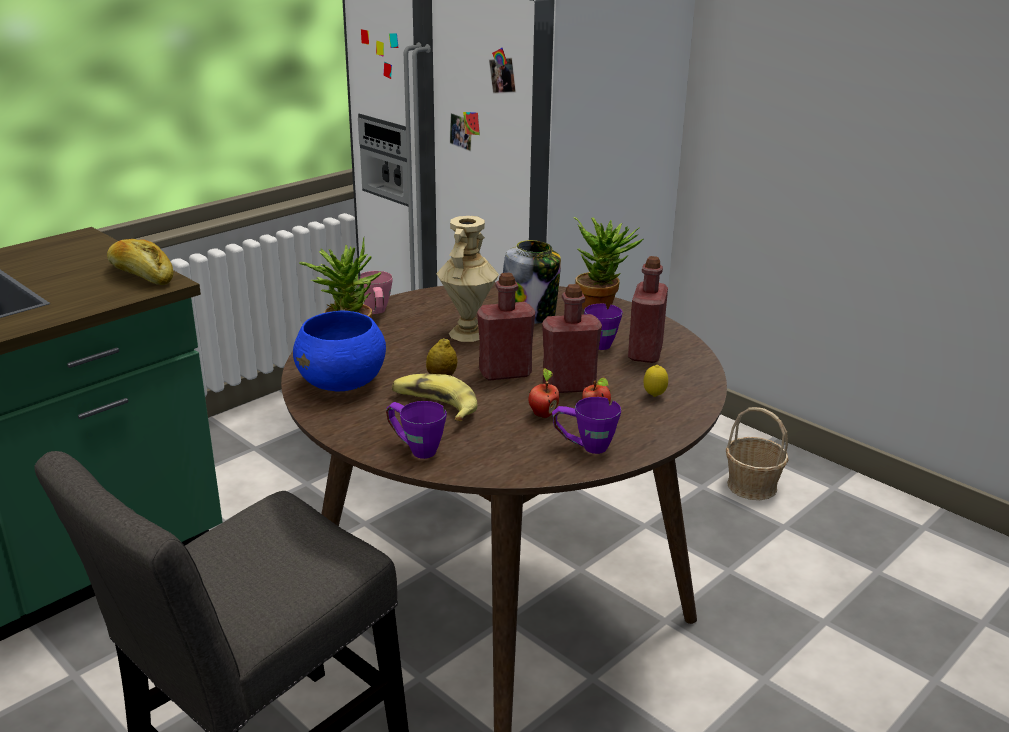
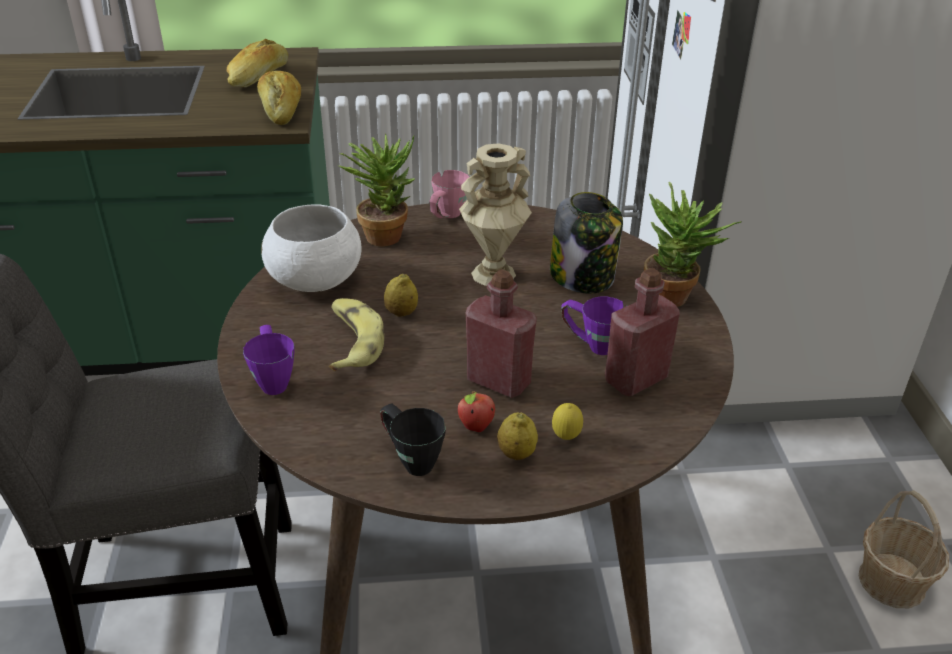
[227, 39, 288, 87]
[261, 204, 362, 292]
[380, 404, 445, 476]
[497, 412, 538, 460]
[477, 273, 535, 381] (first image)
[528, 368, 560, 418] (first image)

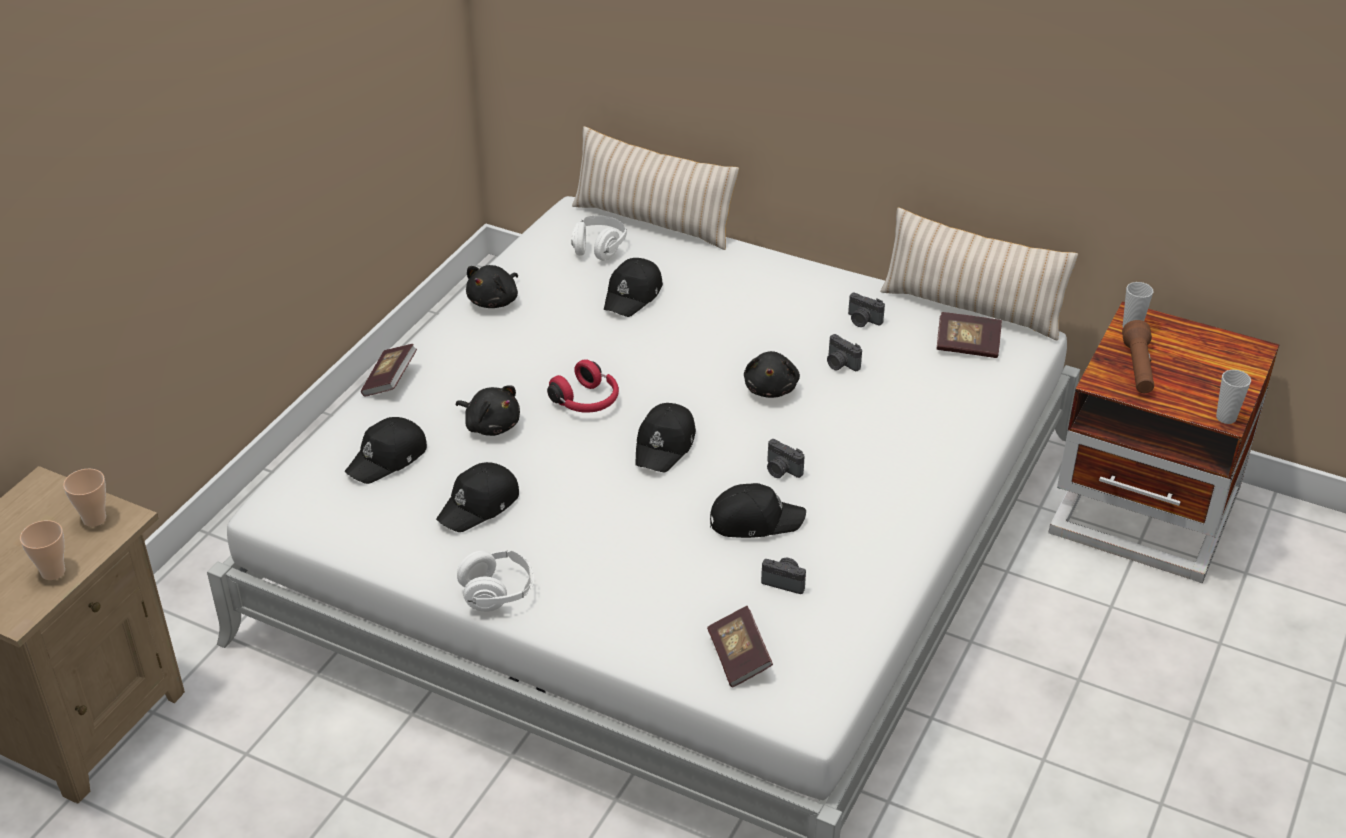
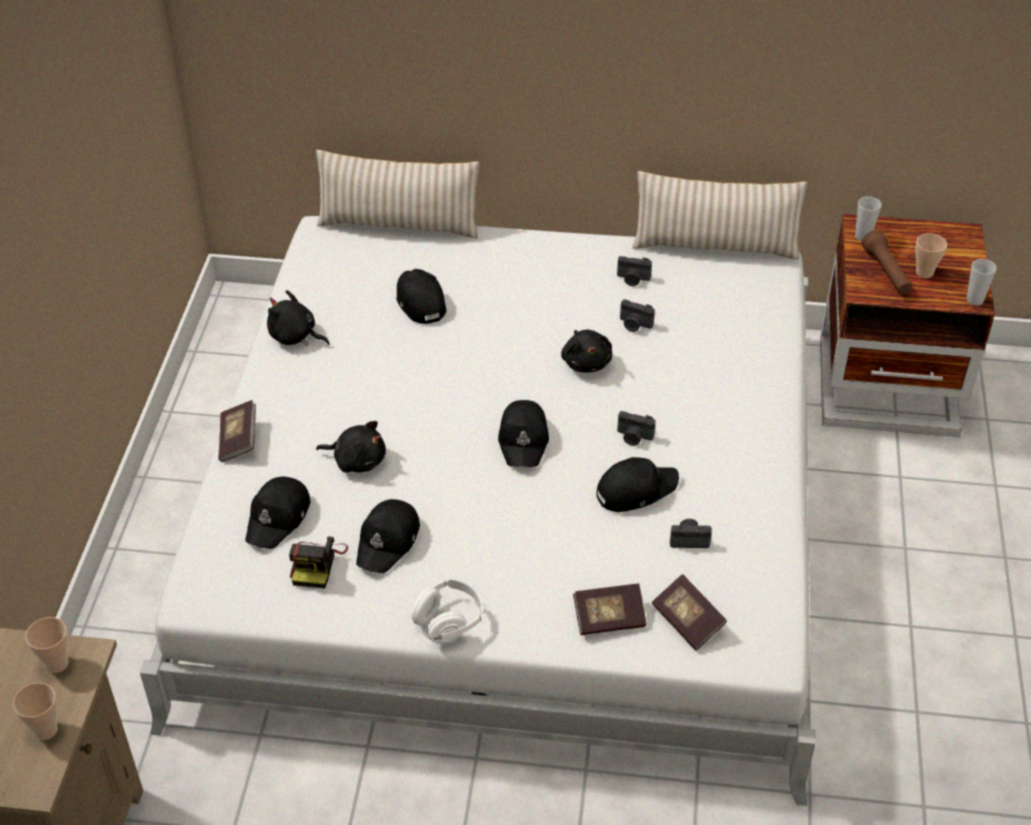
[267, 290, 330, 346]
[289, 536, 348, 589]
[396, 269, 446, 324]
[573, 583, 646, 635]
[916, 233, 947, 278]
[547, 359, 619, 413] (first image)
[571, 215, 627, 261] (first image)

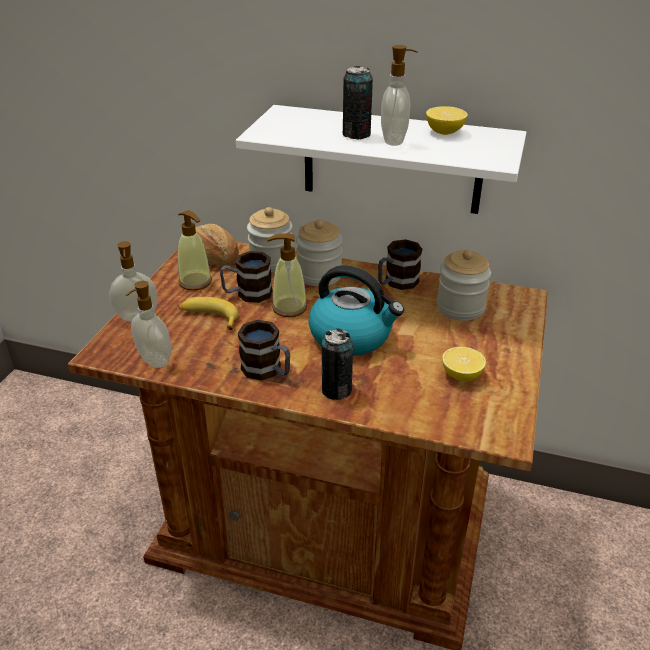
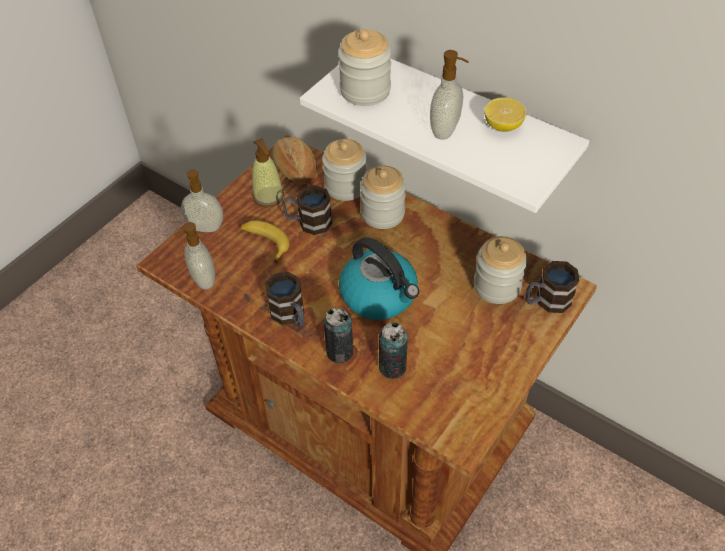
[338, 29, 391, 106]
[379, 322, 408, 379]
[525, 261, 579, 313]
[267, 233, 307, 317] (first image)
[442, 347, 486, 382] (first image)

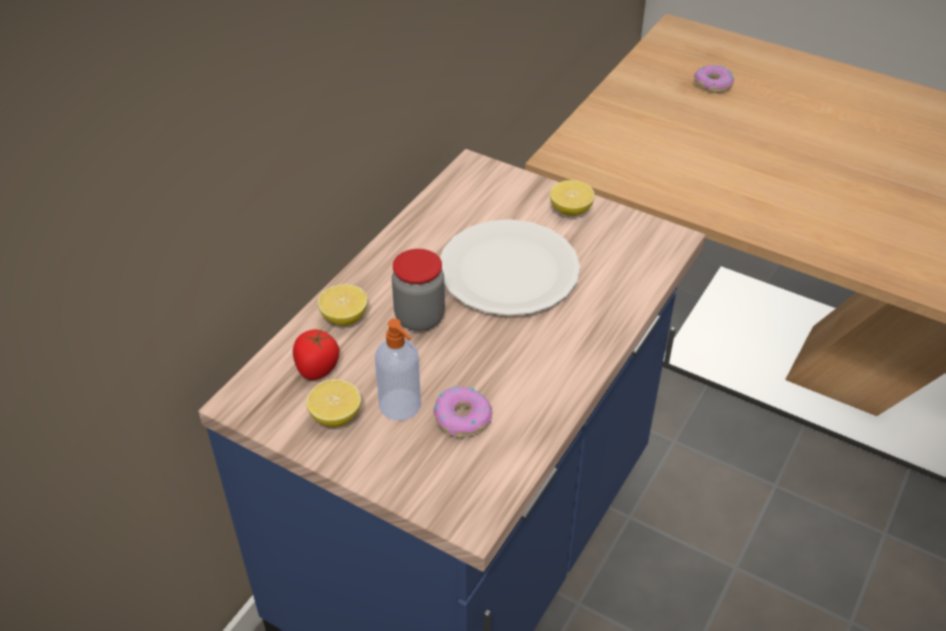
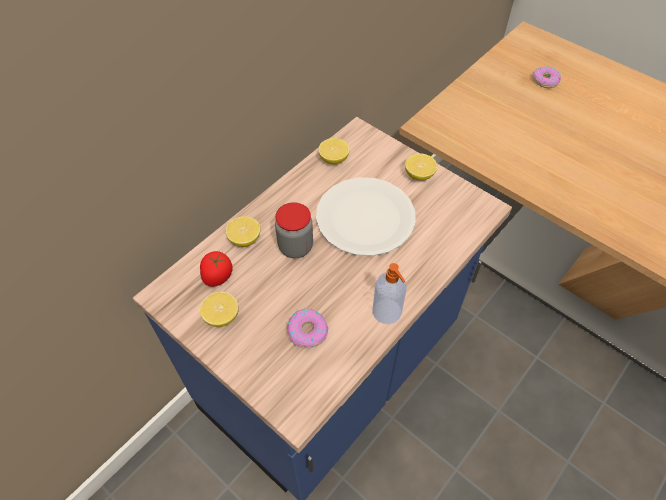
[318, 138, 350, 164]
[372, 263, 407, 324]

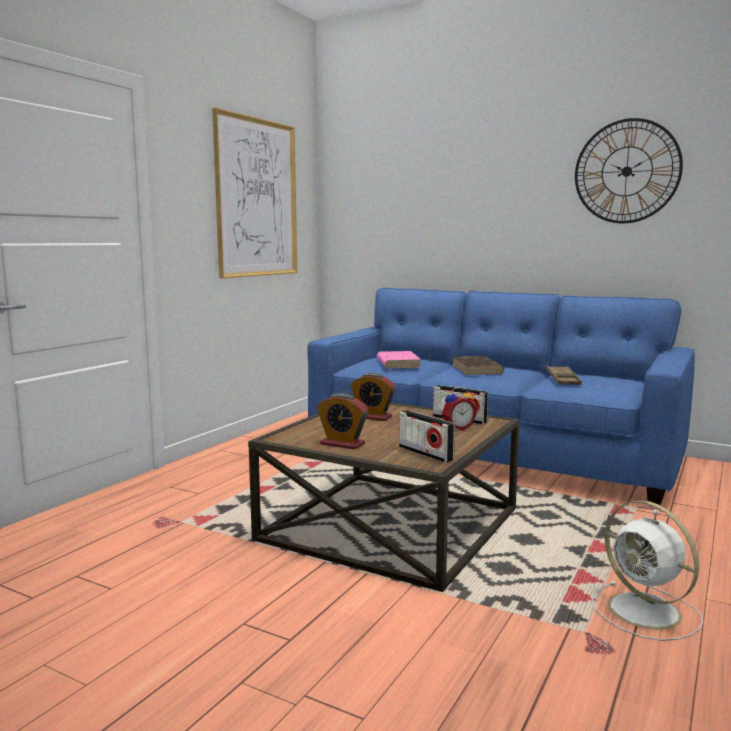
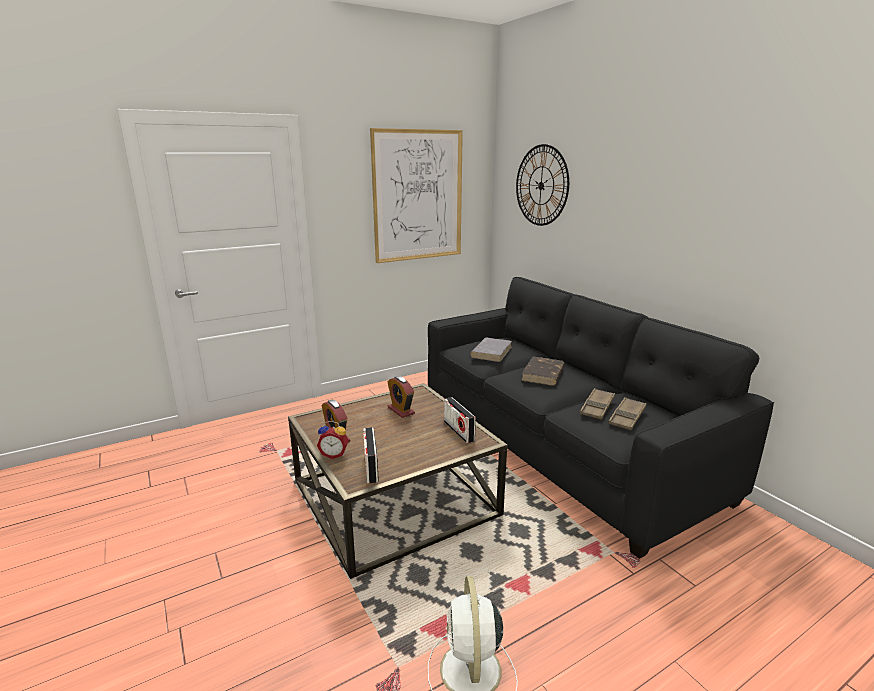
[317, 421, 349, 459]
[428, 277, 774, 559]
[470, 338, 512, 362]
[516, 144, 569, 226]
[608, 397, 647, 430]

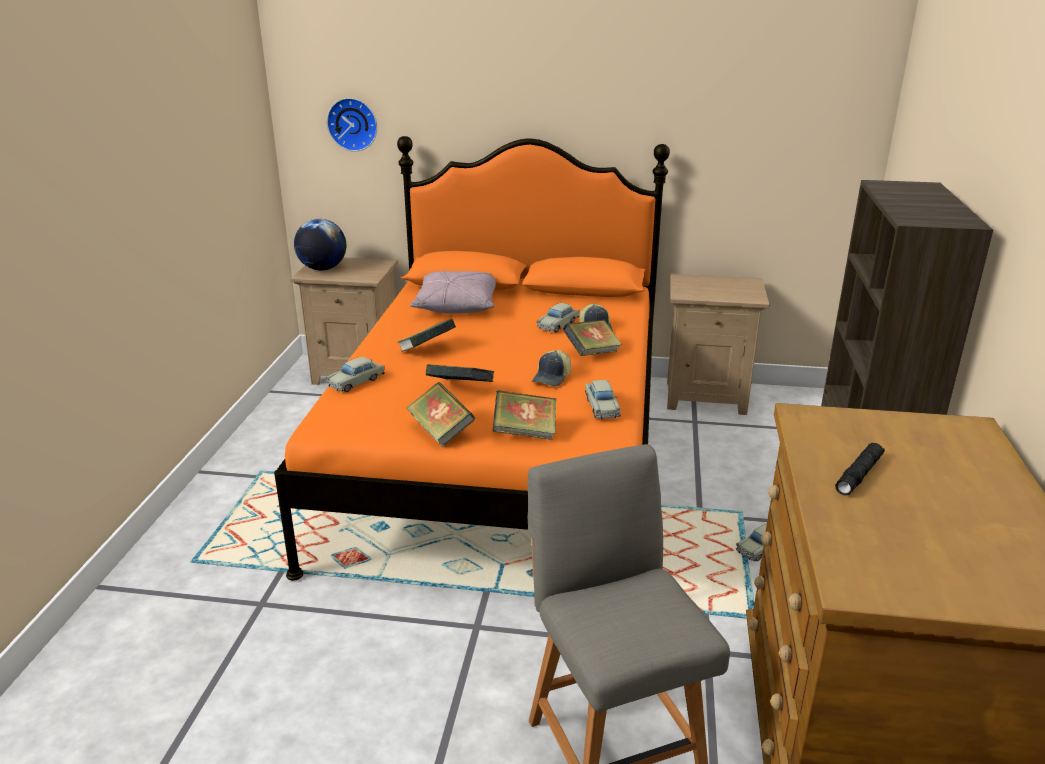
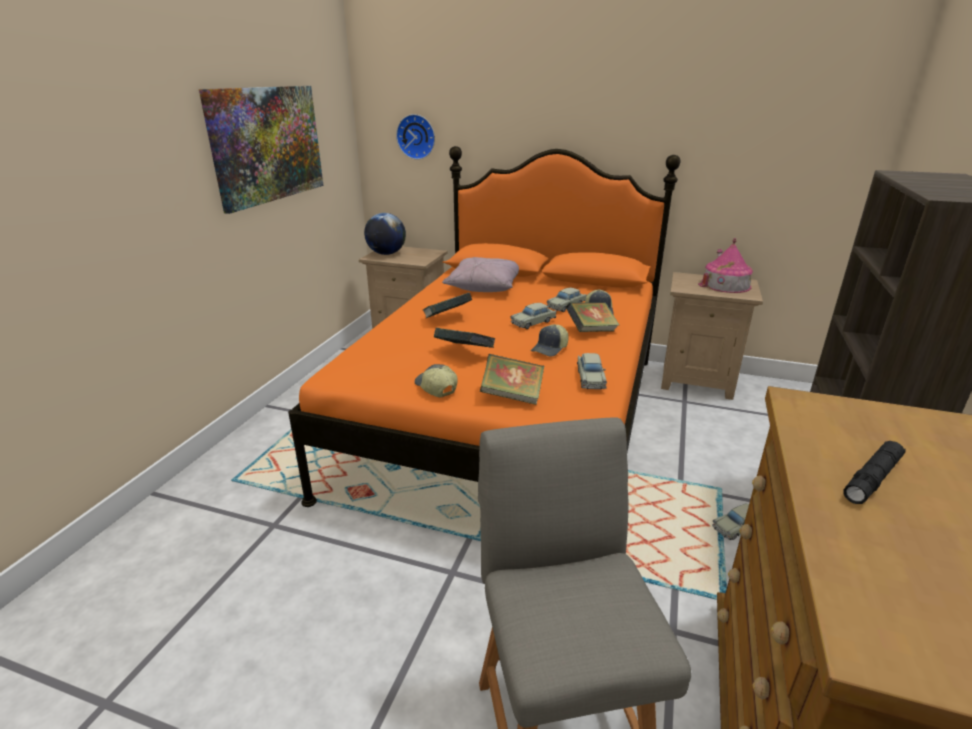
[199, 86, 323, 214]
[415, 364, 458, 397]
[510, 303, 557, 329]
[698, 238, 753, 293]

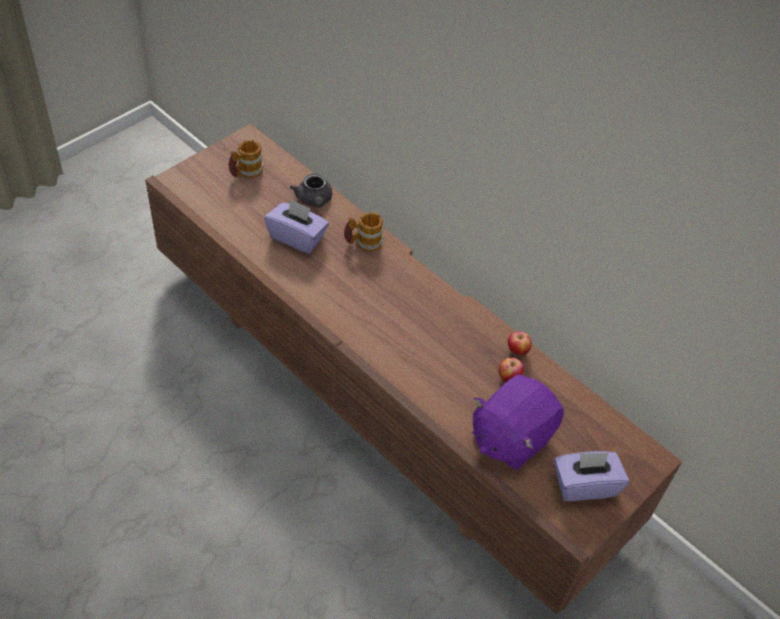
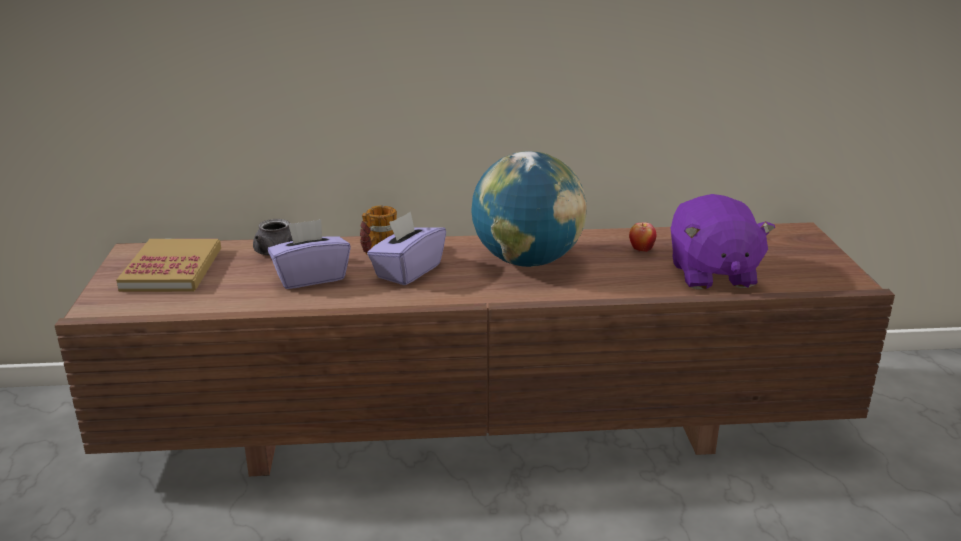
[116, 239, 221, 292]
[367, 212, 446, 285]
[471, 151, 587, 267]
[508, 331, 532, 355] (first image)

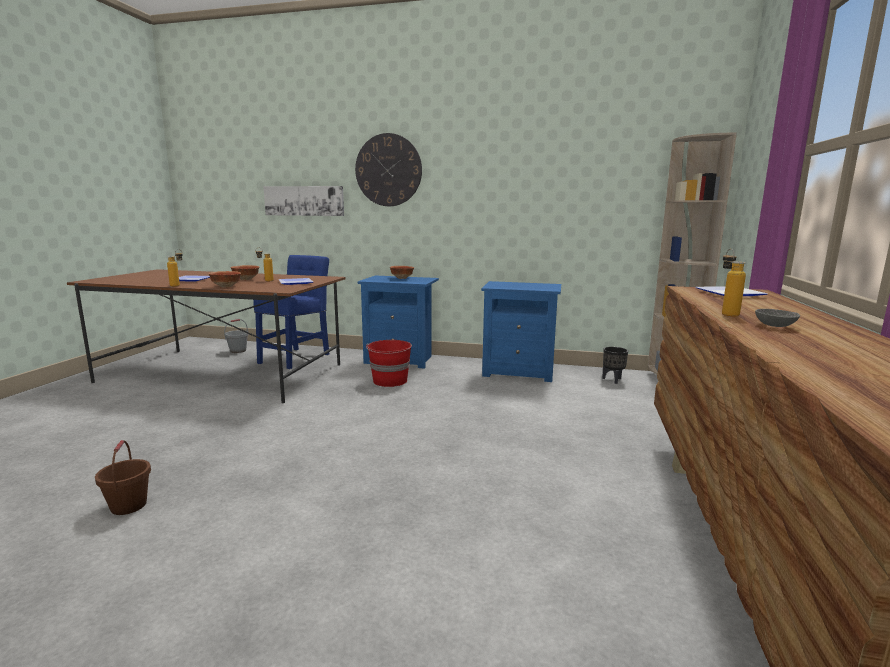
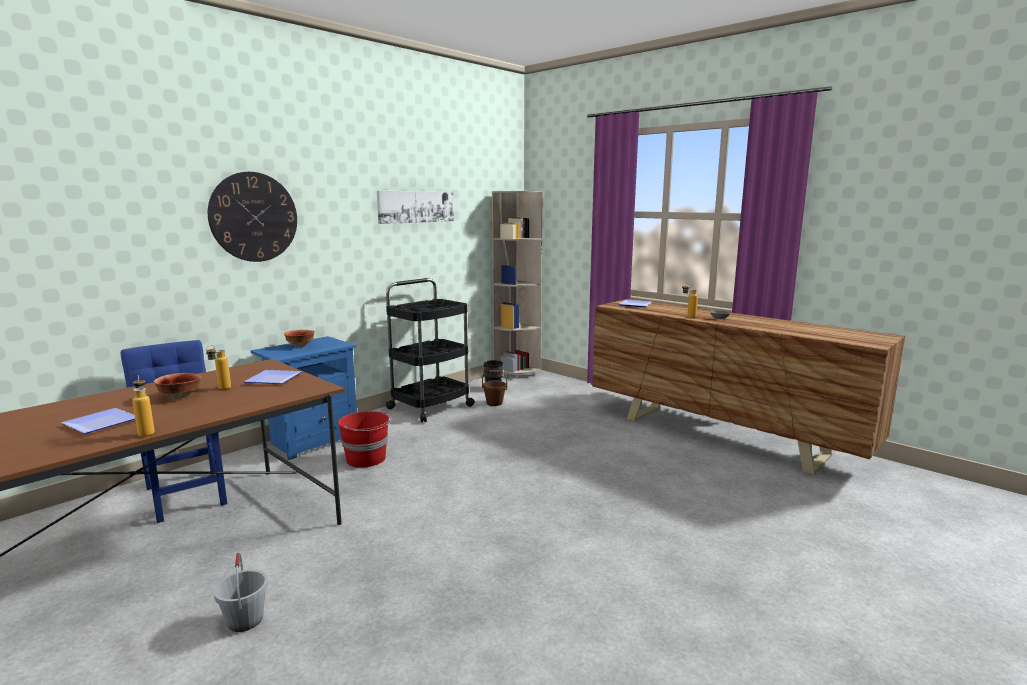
[214, 552, 268, 632]
[377, 191, 454, 224]
[386, 278, 475, 422]
[482, 370, 507, 406]
[208, 271, 241, 288] (first image)

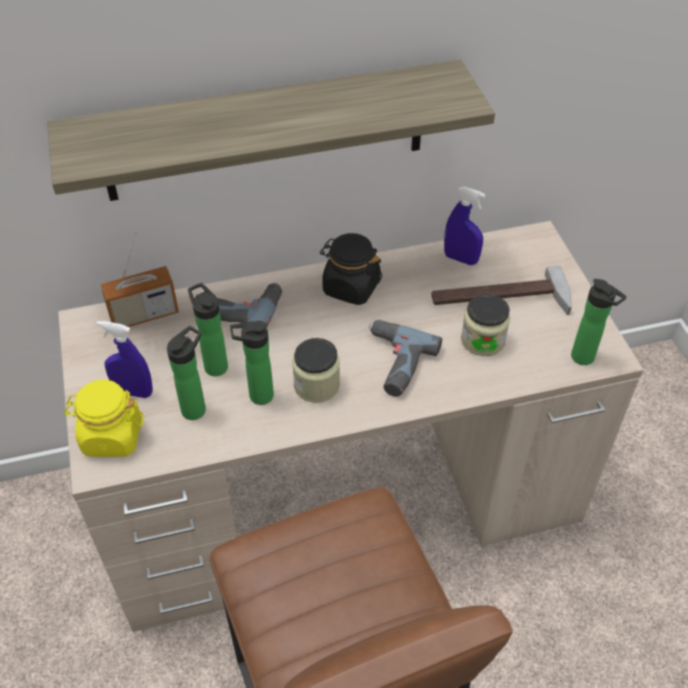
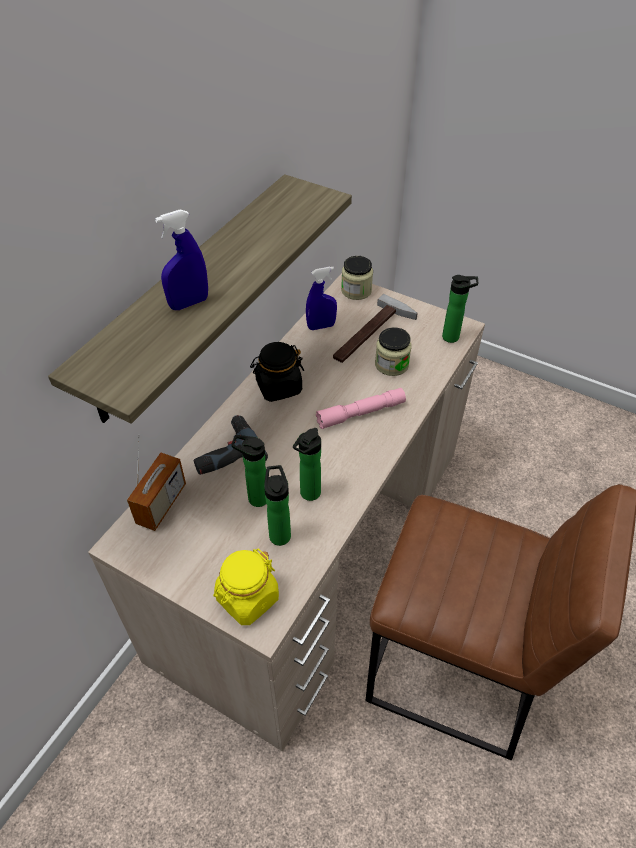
[155, 209, 208, 310]
[316, 388, 406, 429]
[341, 256, 373, 300]

